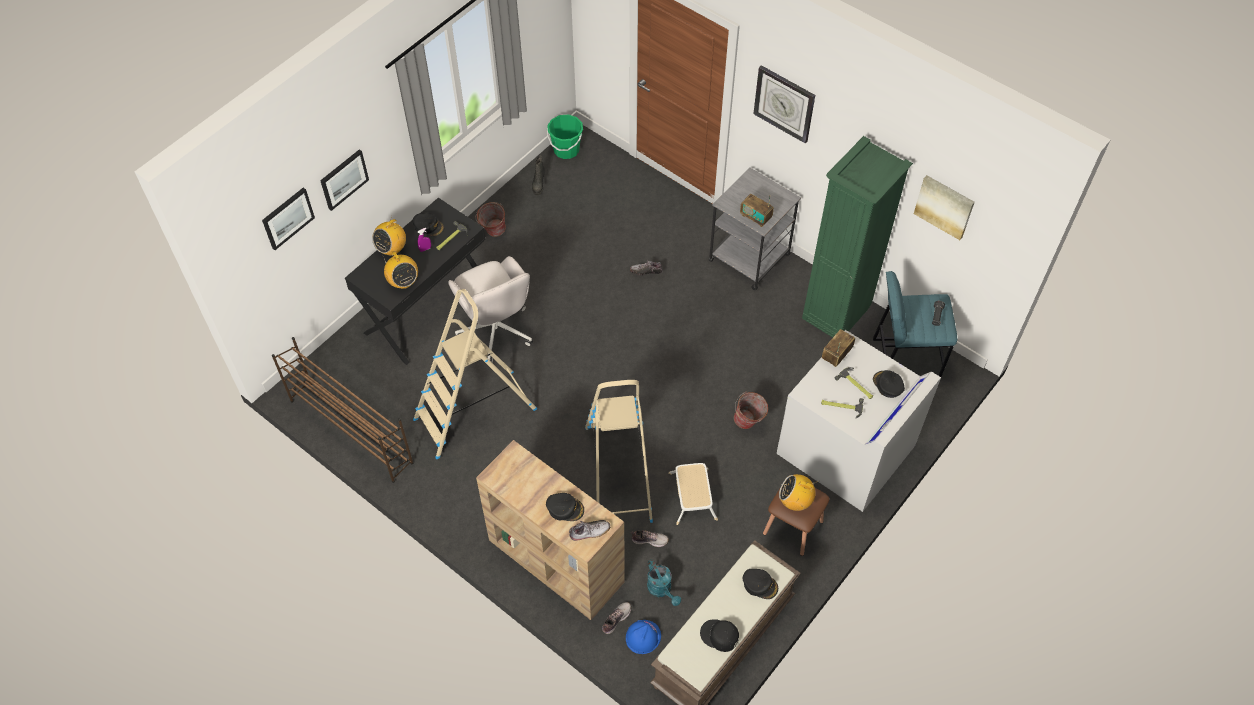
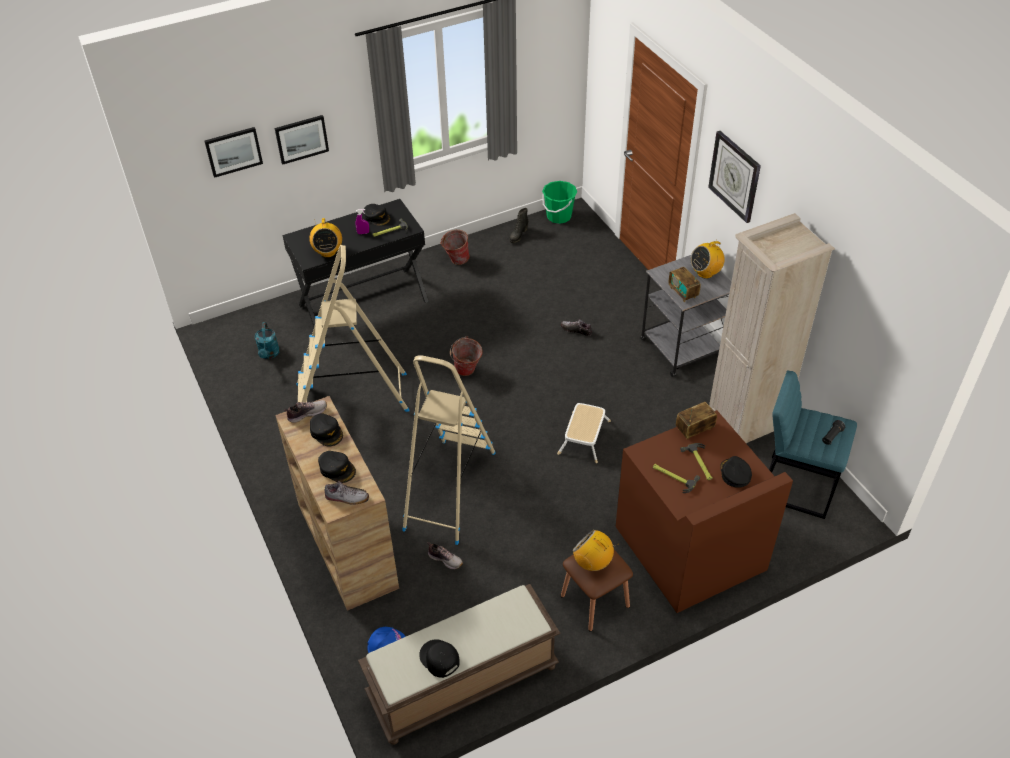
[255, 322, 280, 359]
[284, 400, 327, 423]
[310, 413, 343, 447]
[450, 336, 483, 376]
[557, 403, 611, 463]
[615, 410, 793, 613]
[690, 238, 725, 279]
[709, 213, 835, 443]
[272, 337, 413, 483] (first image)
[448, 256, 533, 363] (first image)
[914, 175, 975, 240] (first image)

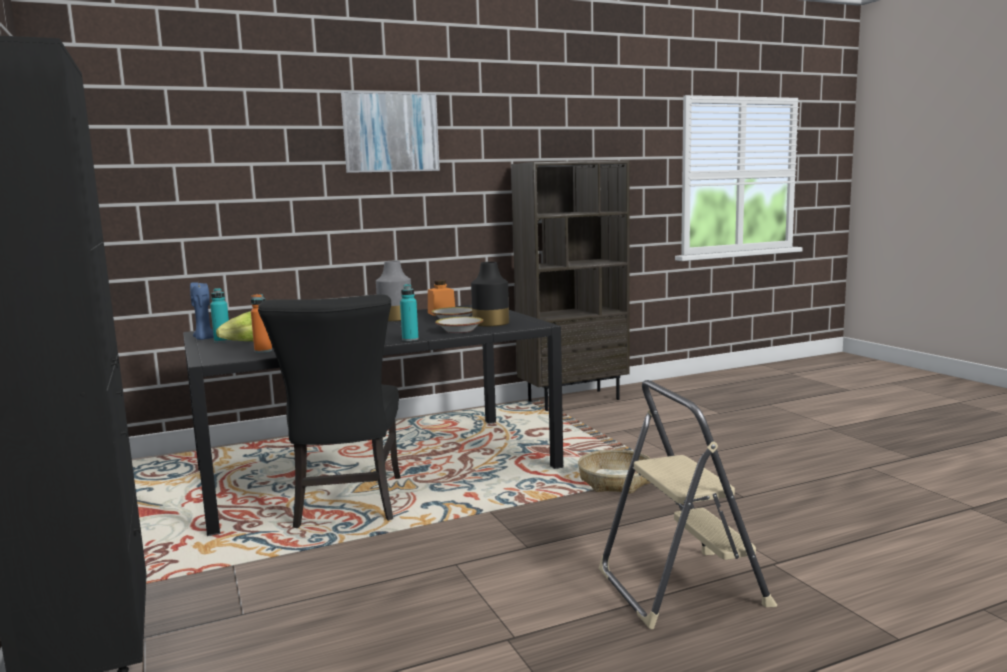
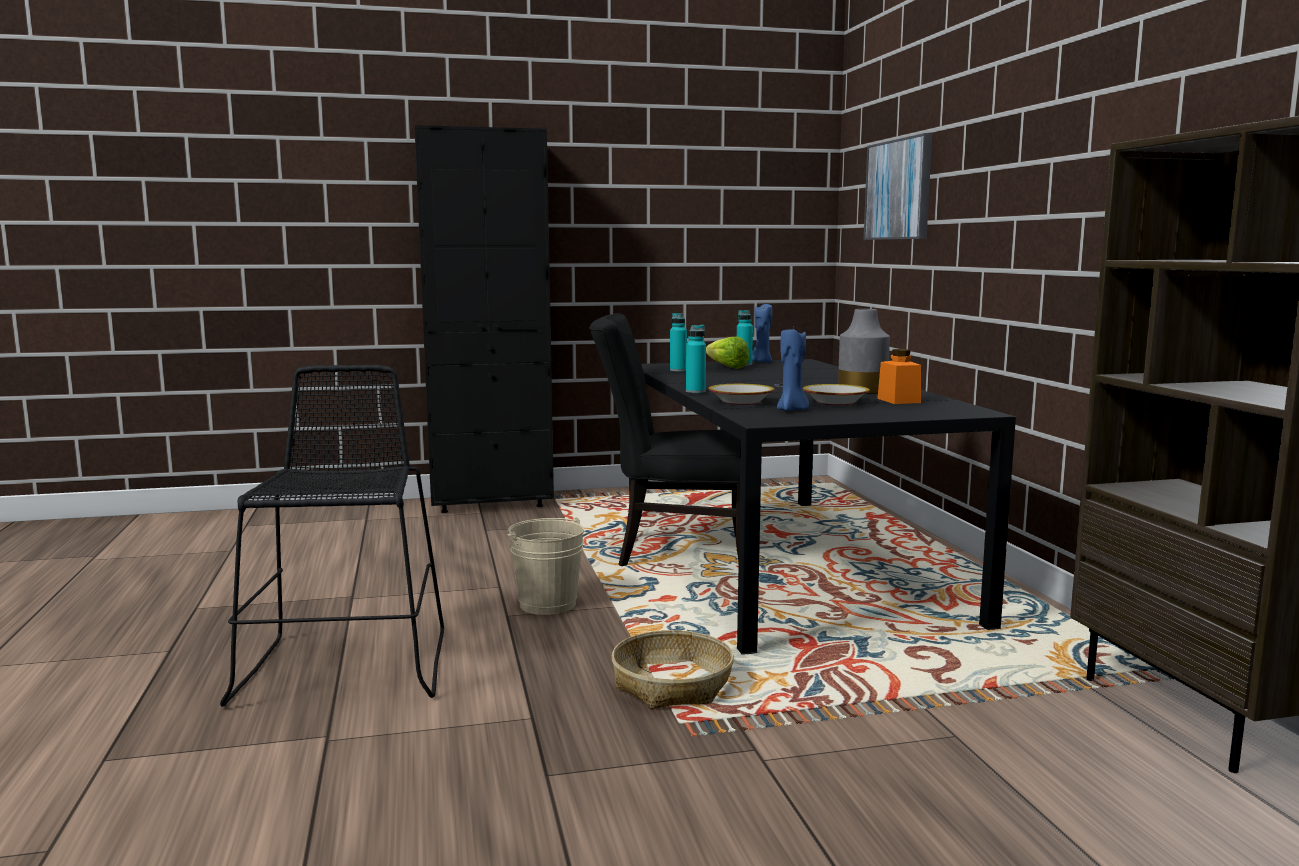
[220, 365, 444, 707]
[508, 517, 584, 615]
[670, 313, 687, 372]
[777, 328, 809, 411]
[864, 133, 932, 240]

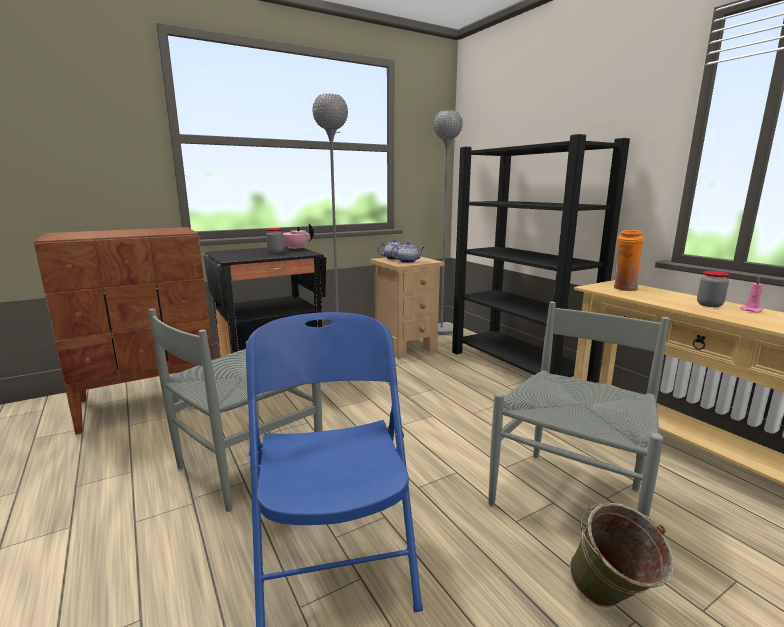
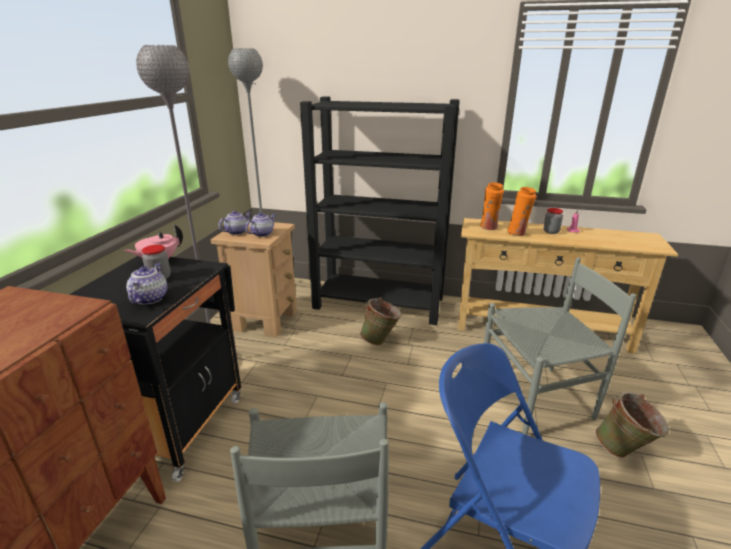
[126, 263, 167, 304]
[360, 297, 402, 345]
[484, 257, 636, 435]
[507, 187, 536, 236]

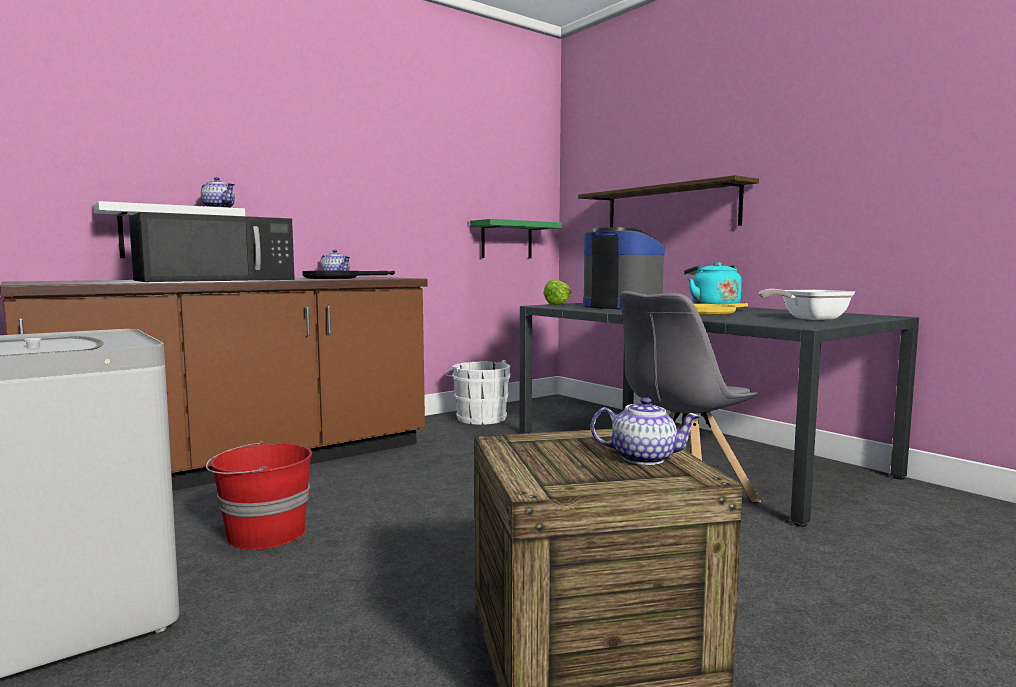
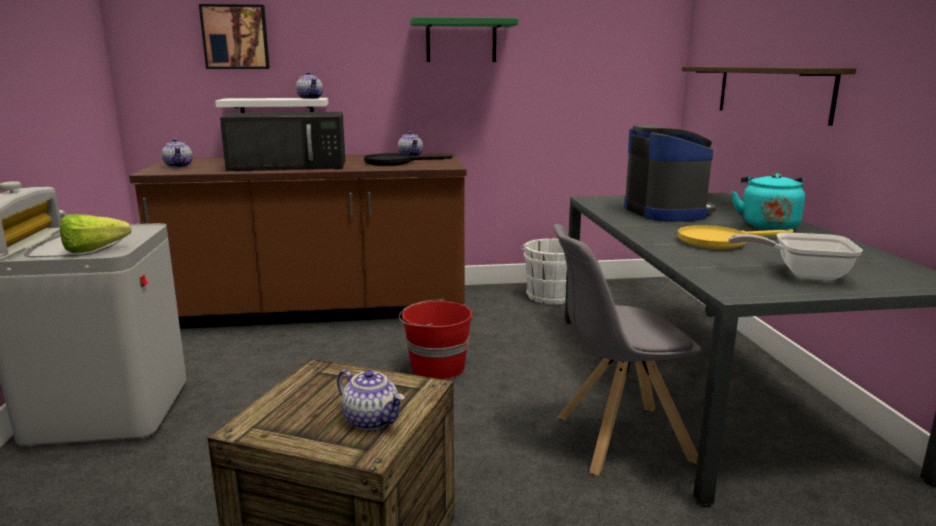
[60, 214, 132, 253]
[162, 138, 193, 167]
[199, 4, 270, 69]
[399, 299, 472, 380]
[411, 17, 518, 62]

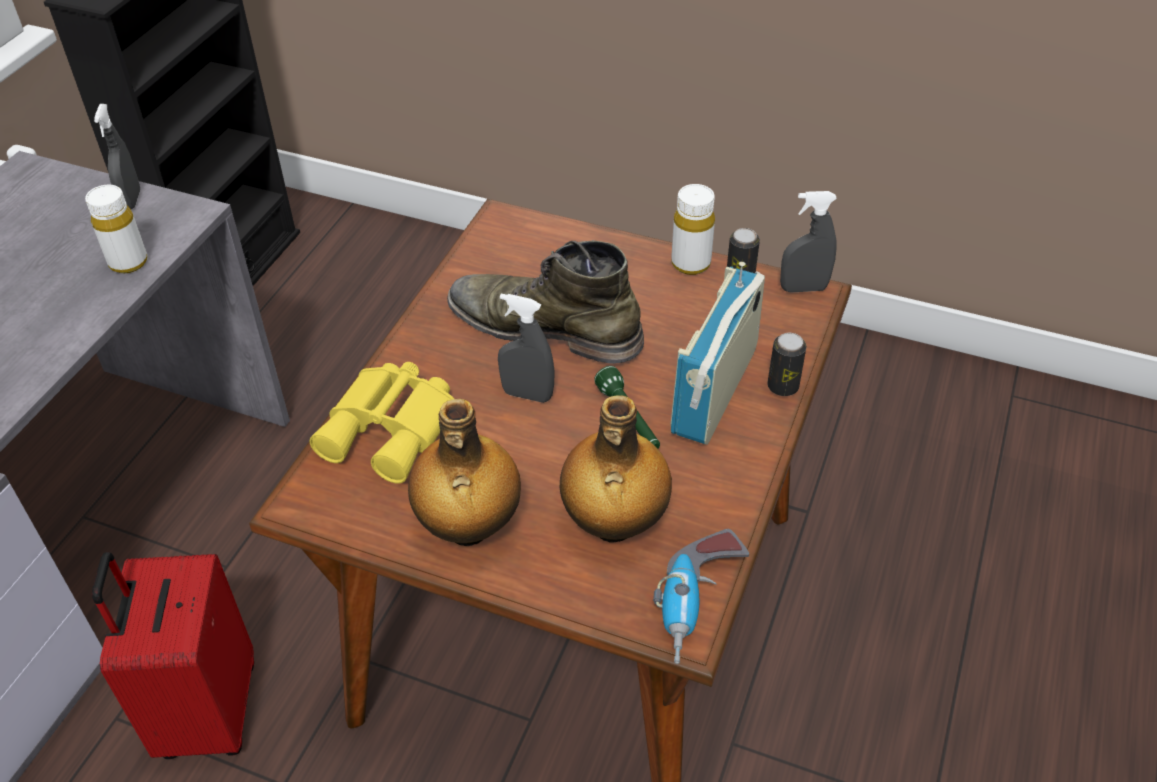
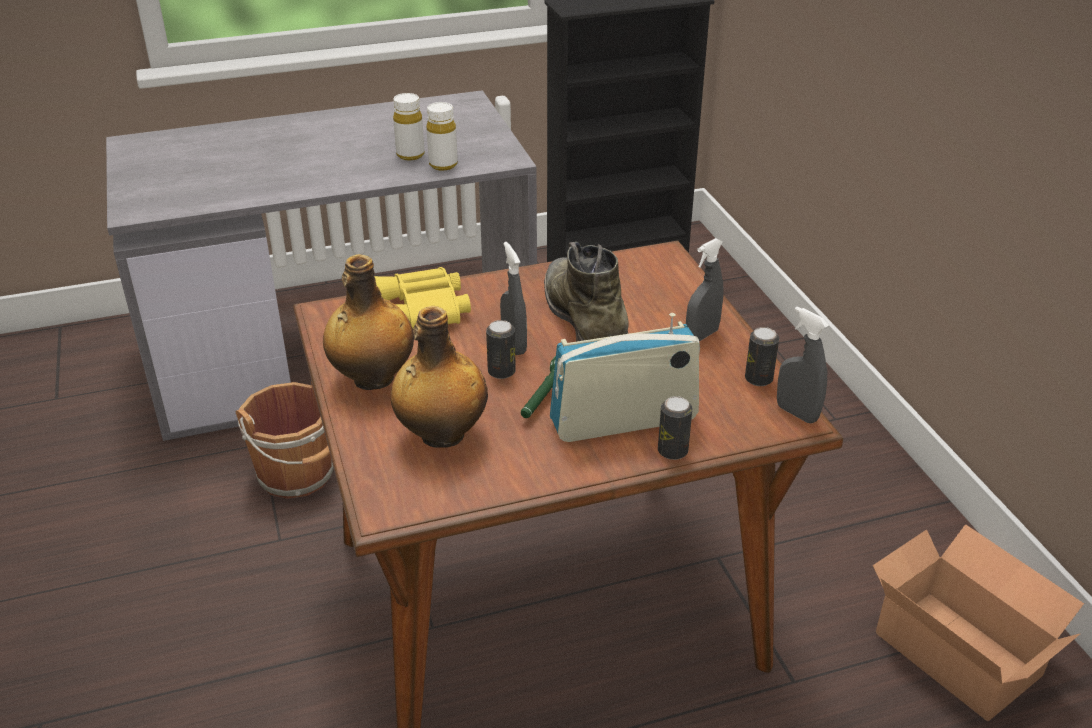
[236, 381, 334, 499]
[393, 93, 424, 160]
[486, 320, 516, 379]
[686, 238, 724, 341]
[873, 524, 1084, 721]
[653, 529, 749, 664] (first image)

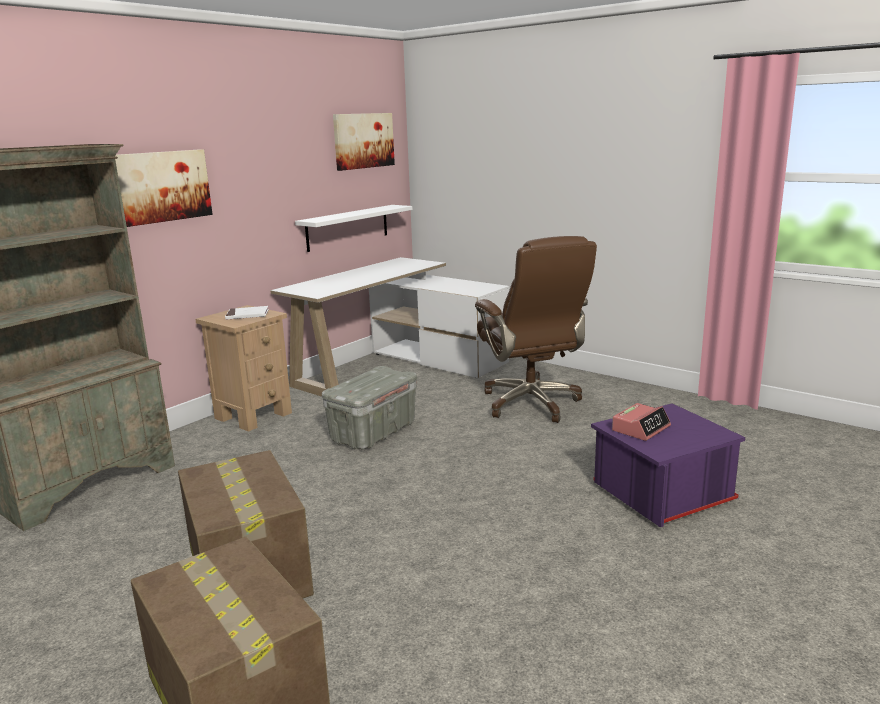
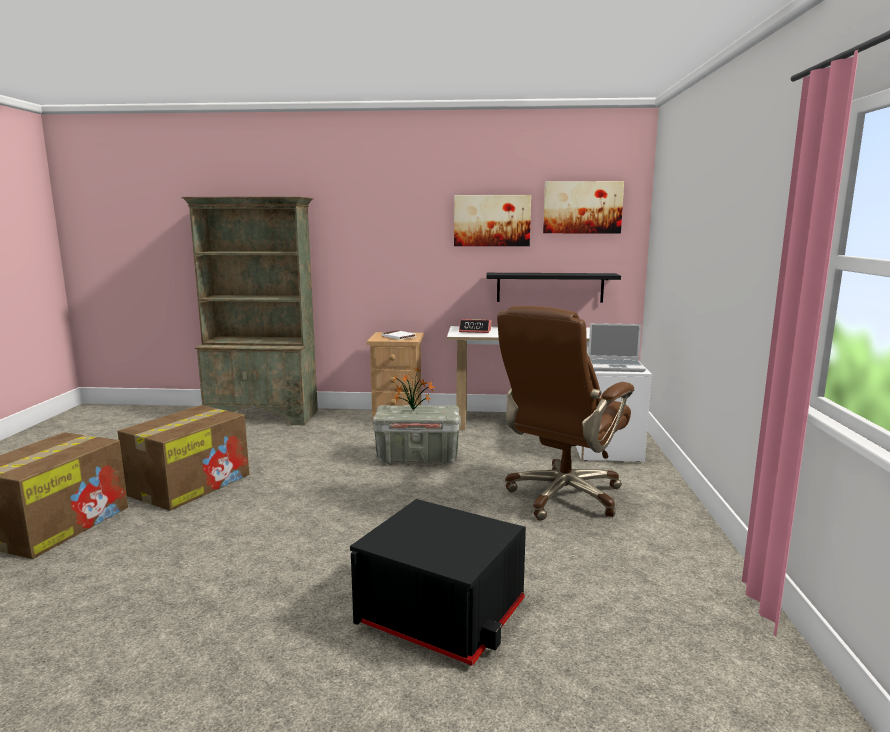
[350, 499, 526, 666]
[393, 367, 435, 411]
[454, 195, 531, 246]
[459, 319, 491, 333]
[487, 273, 621, 303]
[588, 323, 646, 372]

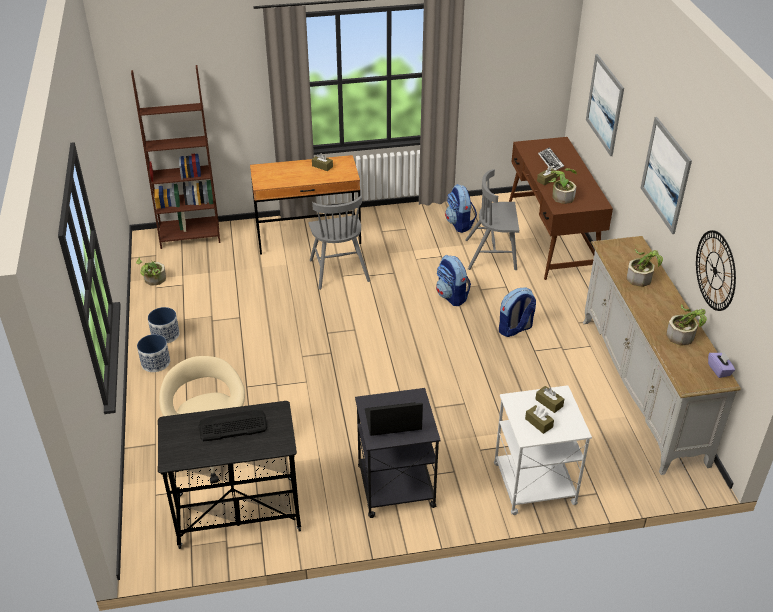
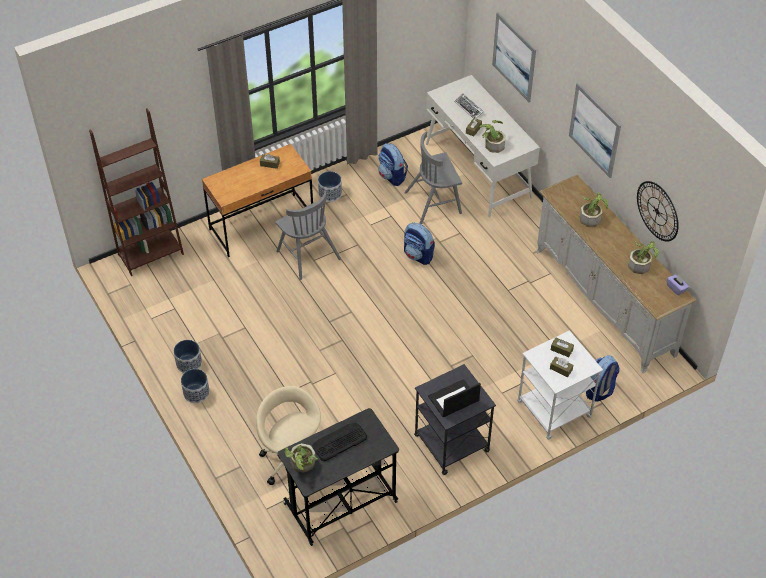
[285, 443, 318, 473]
[318, 171, 342, 202]
[426, 75, 540, 217]
[586, 355, 619, 402]

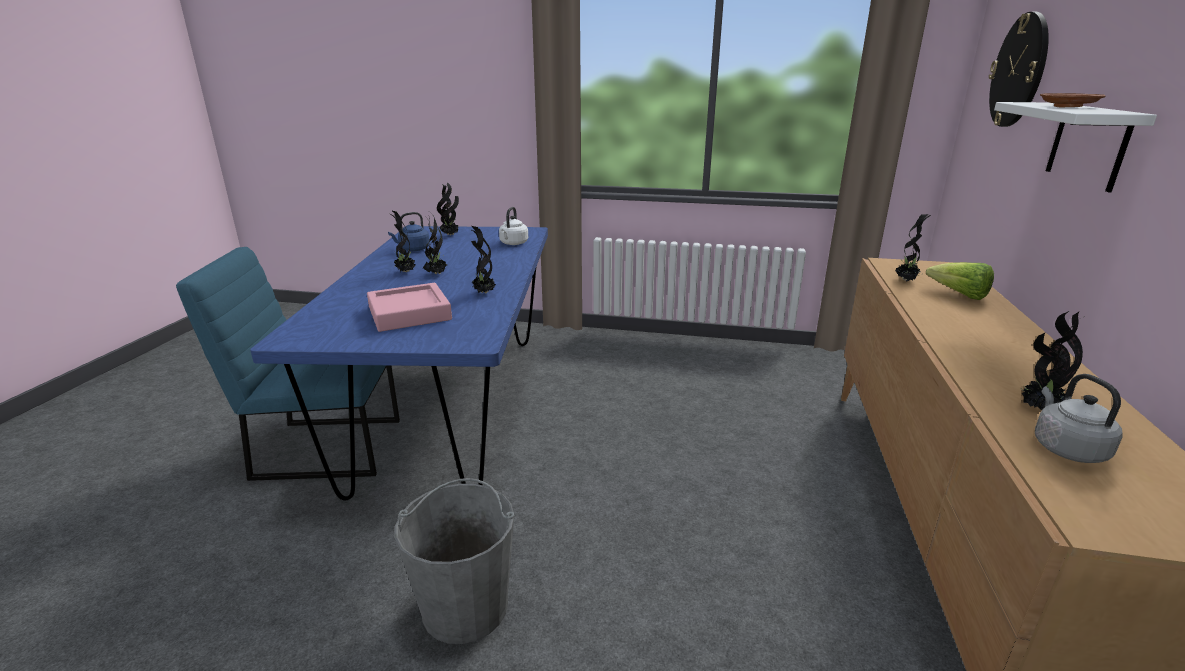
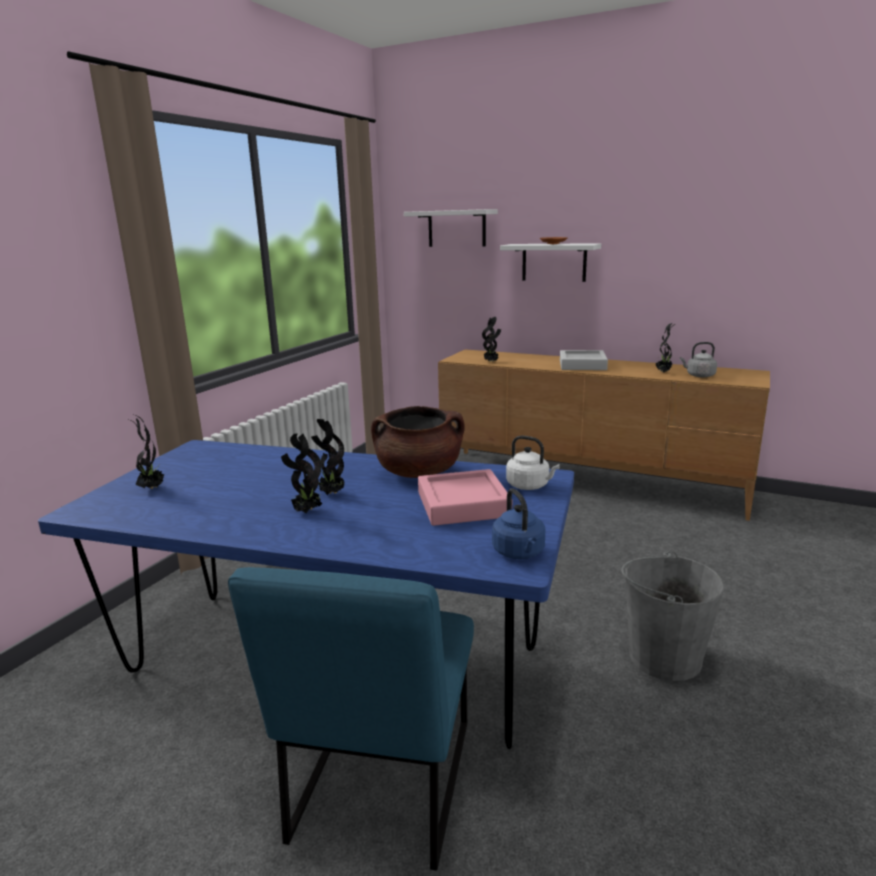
[371, 406, 465, 478]
[404, 209, 498, 247]
[492, 488, 545, 559]
[506, 436, 560, 490]
[560, 350, 608, 370]
[926, 262, 994, 300] (first image)

